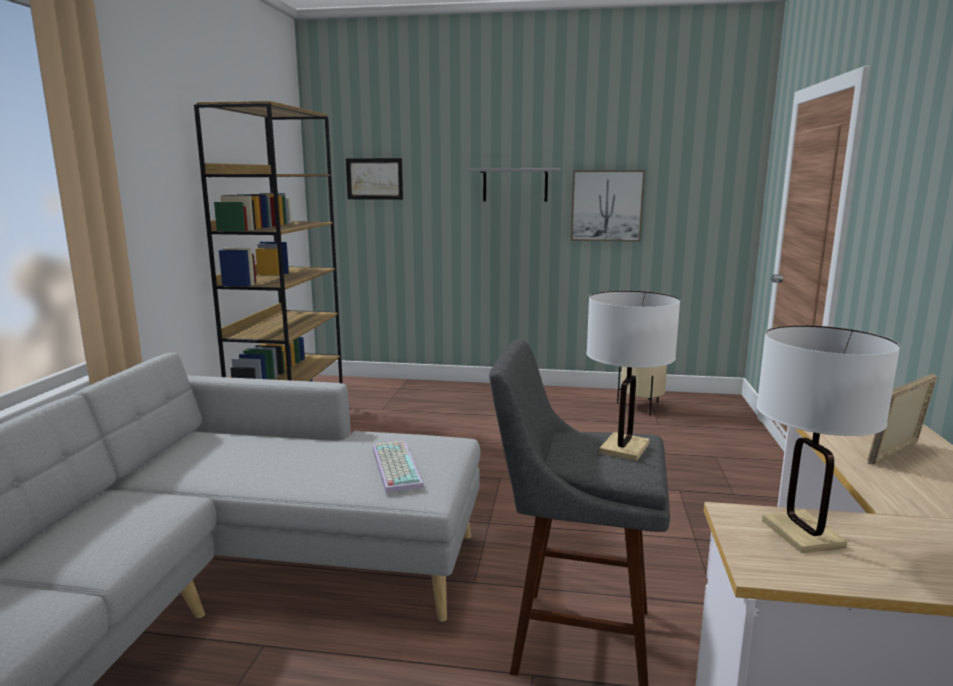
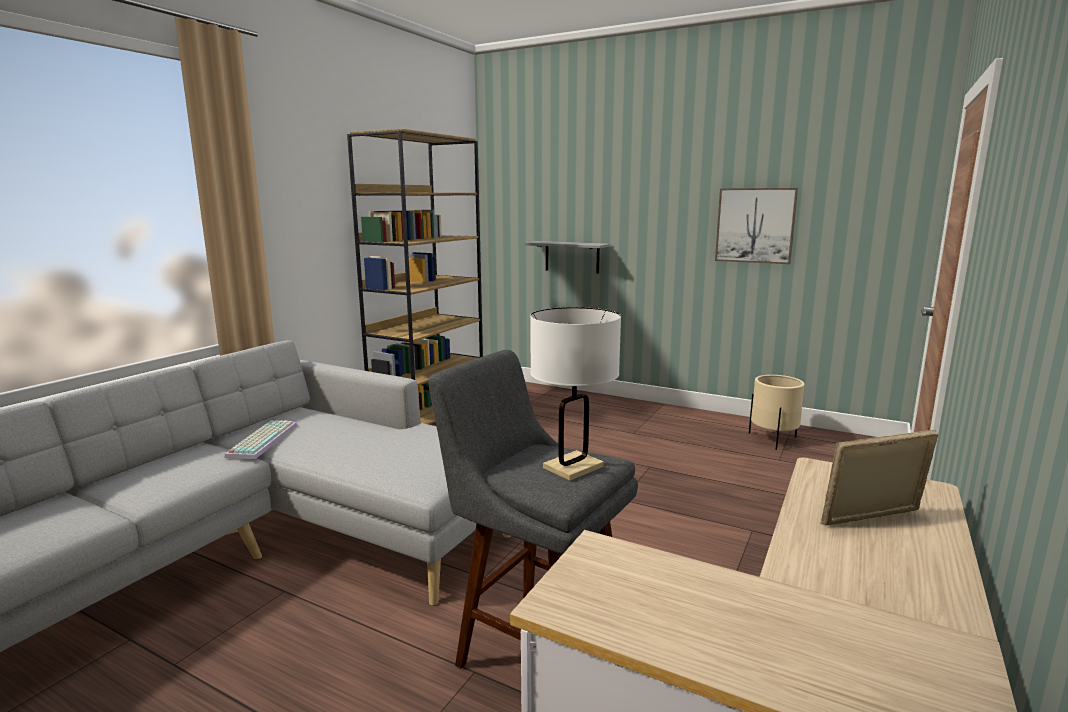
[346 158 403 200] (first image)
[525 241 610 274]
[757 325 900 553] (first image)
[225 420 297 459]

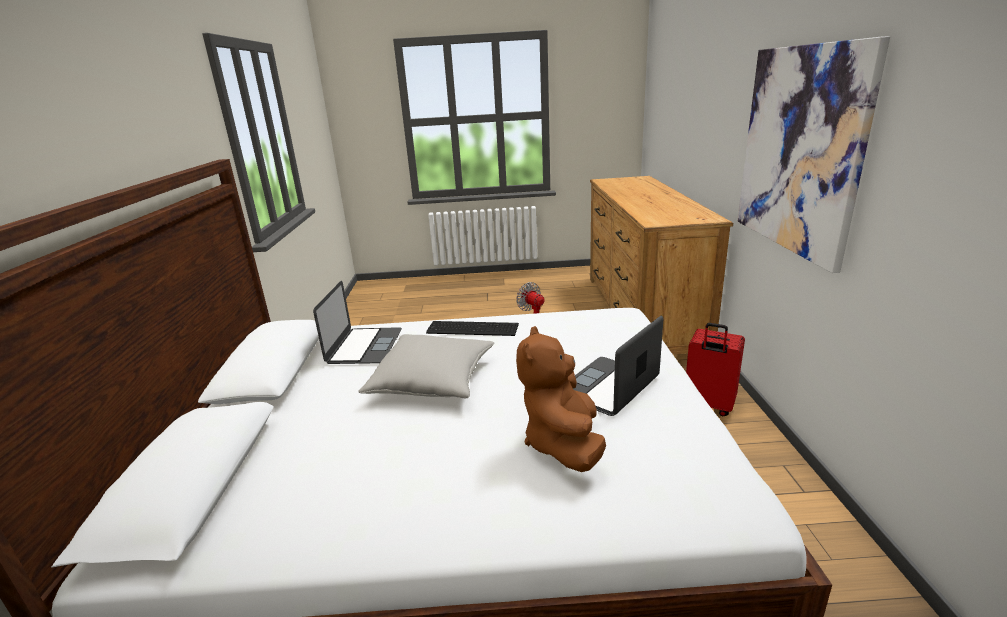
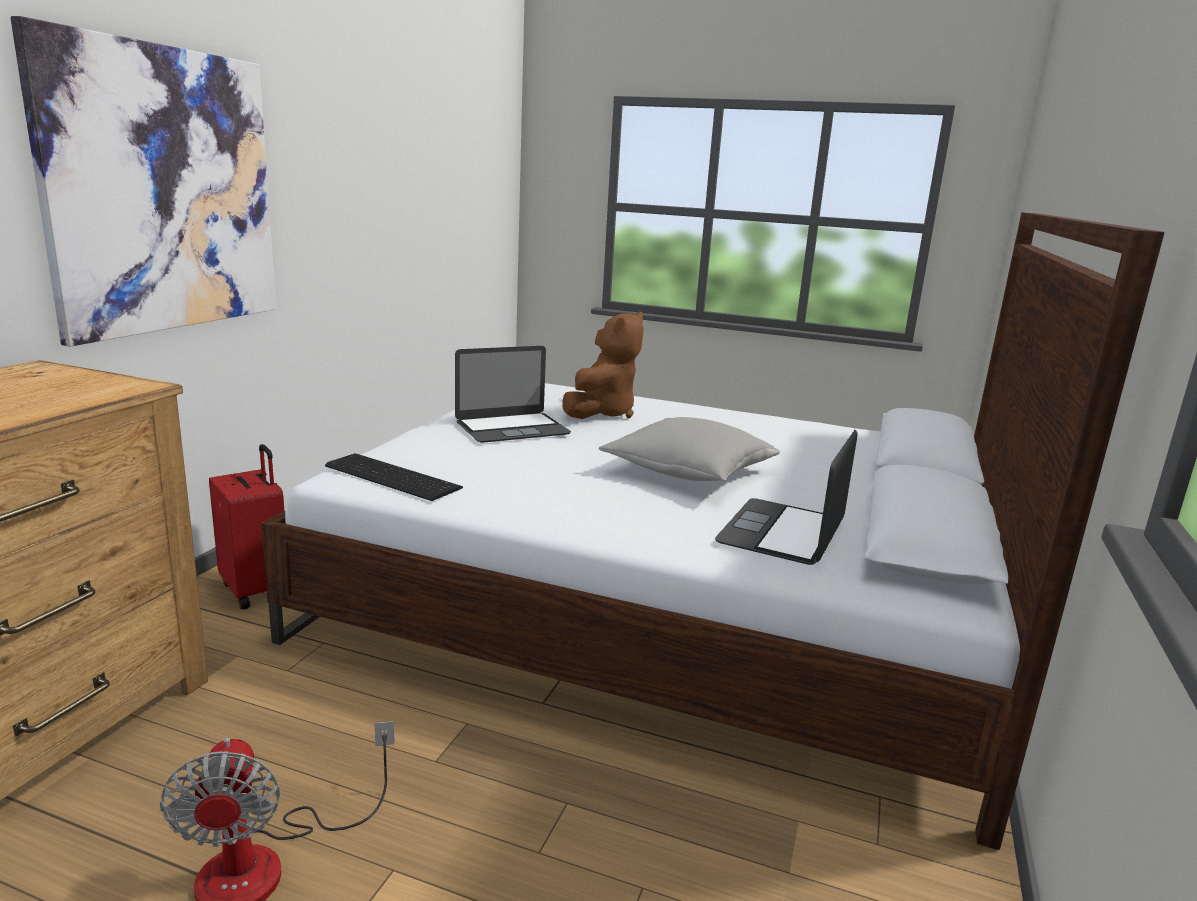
[325 453 463 501]

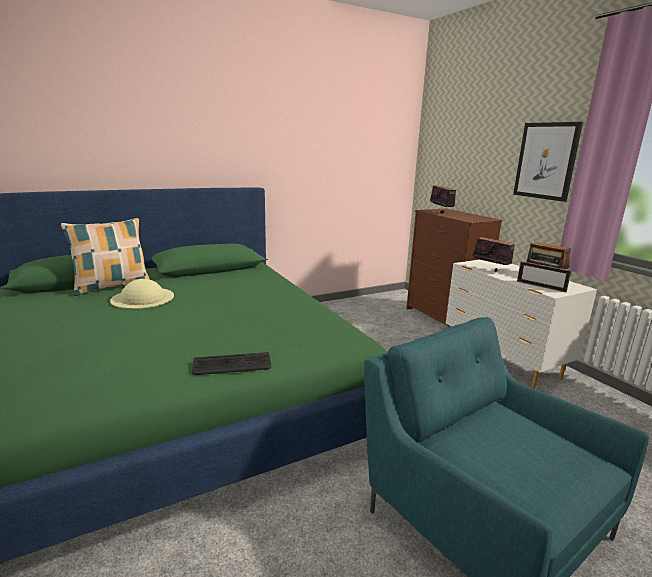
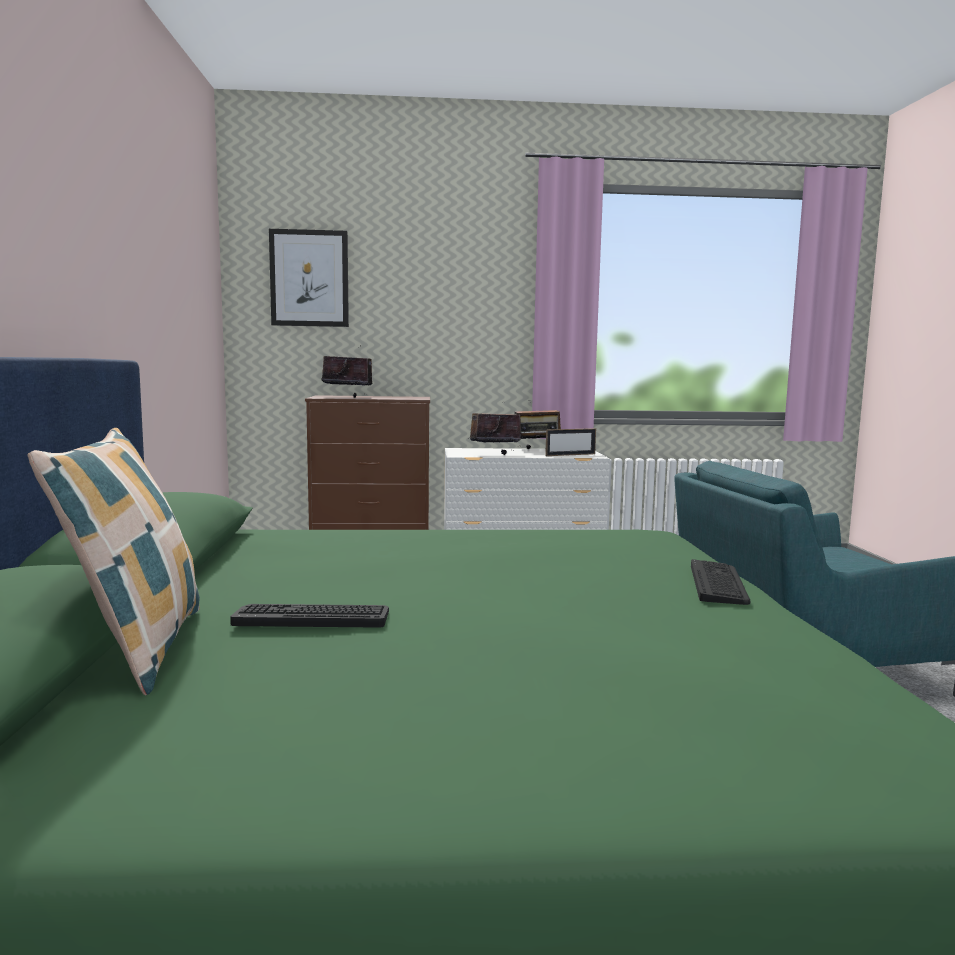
[269 229 349 327]
[230 604 389 628]

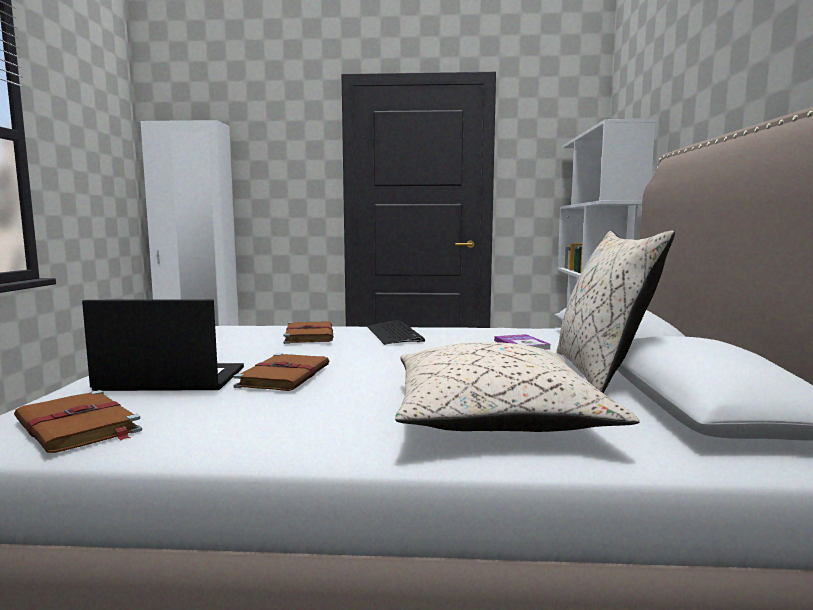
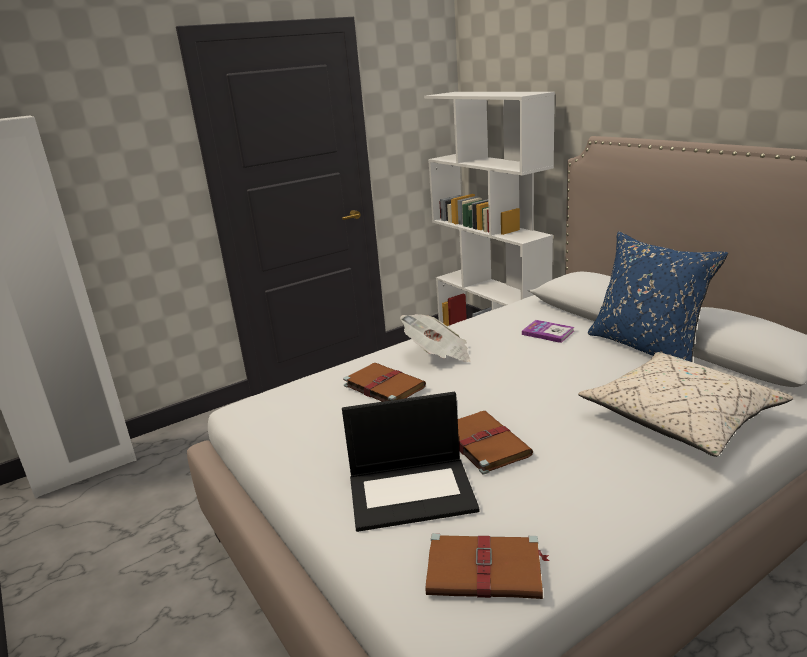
[588 231 728 362]
[342 392 479 532]
[400 314 470 362]

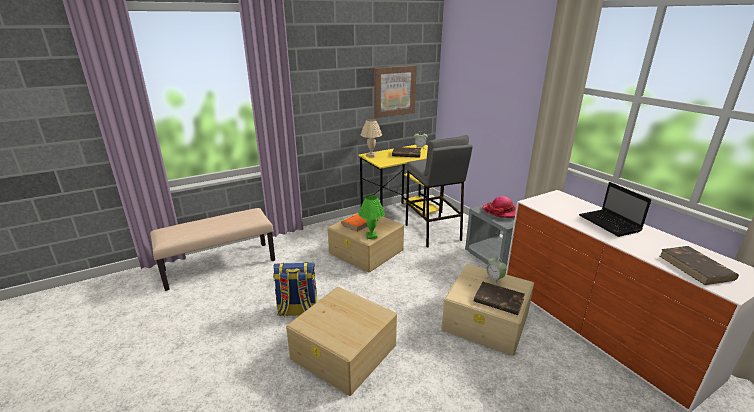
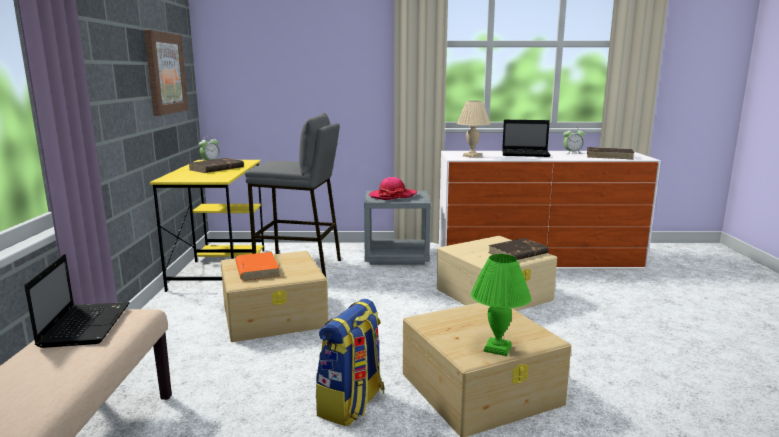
[457 101 490 158]
[471 254 531 356]
[563 127 585 154]
[24 254 130 348]

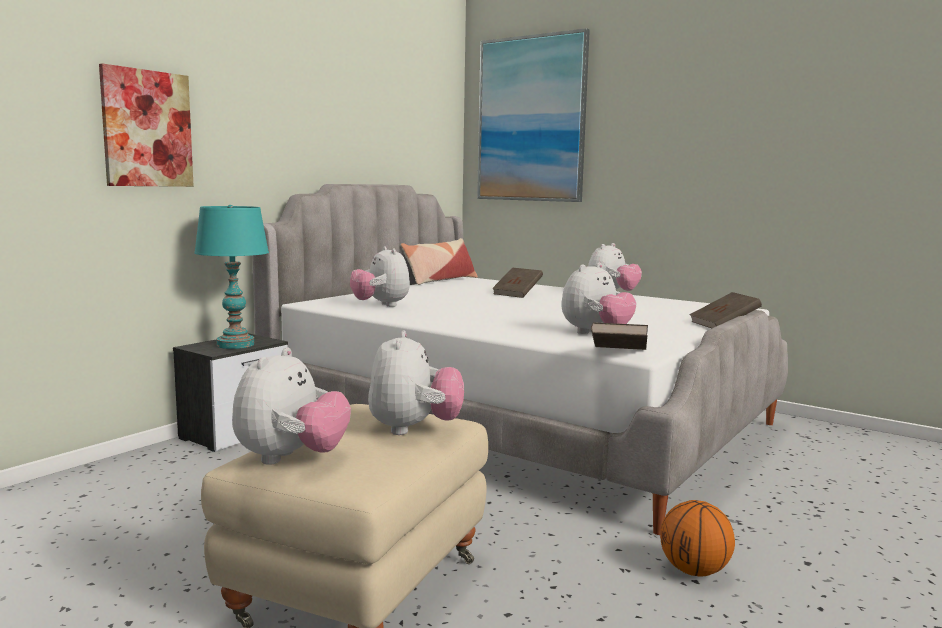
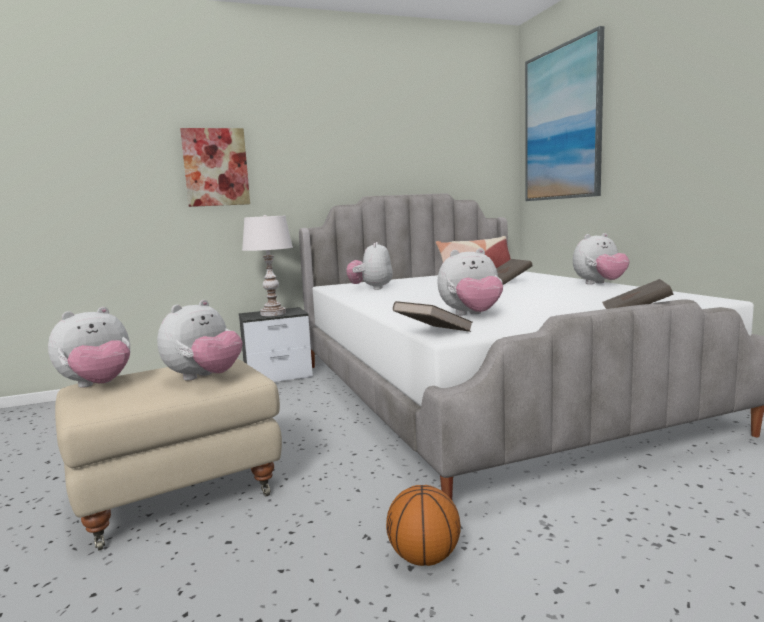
[242 215 293 316]

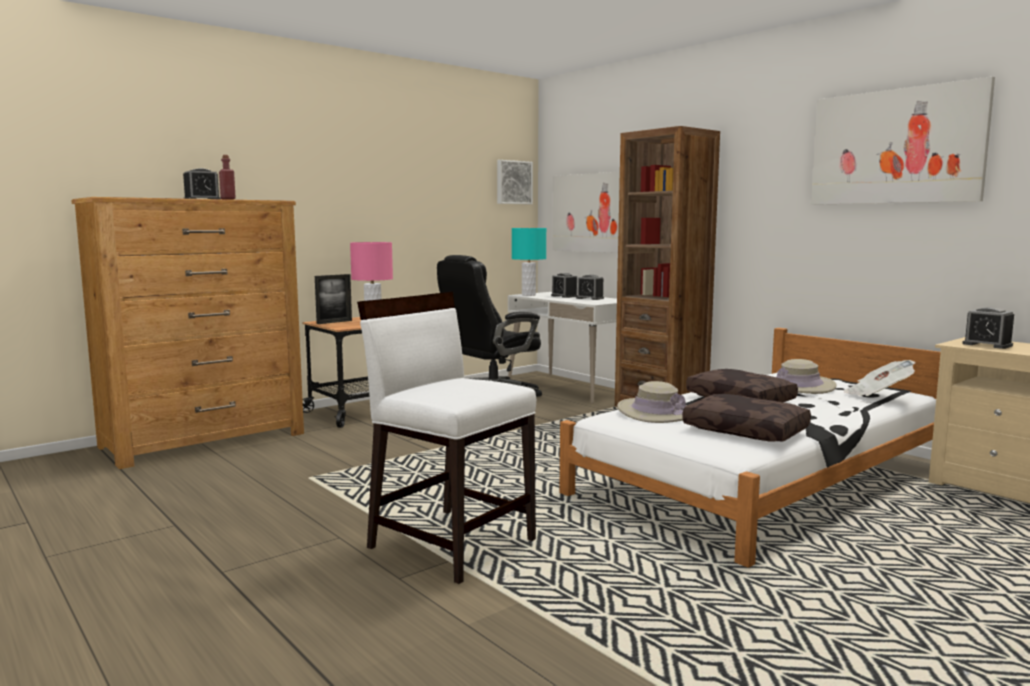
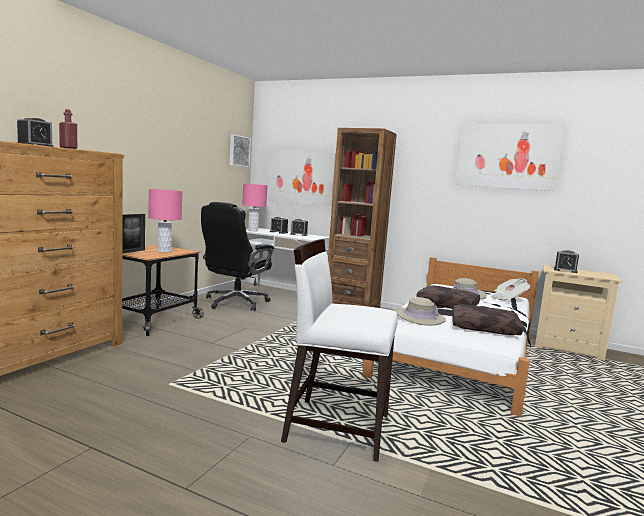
[242 184 268 232]

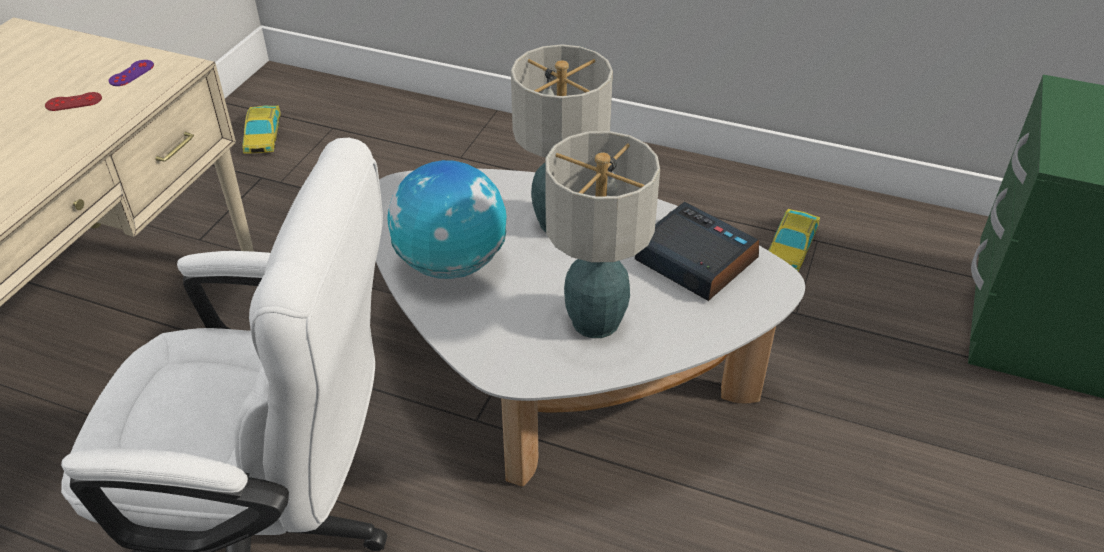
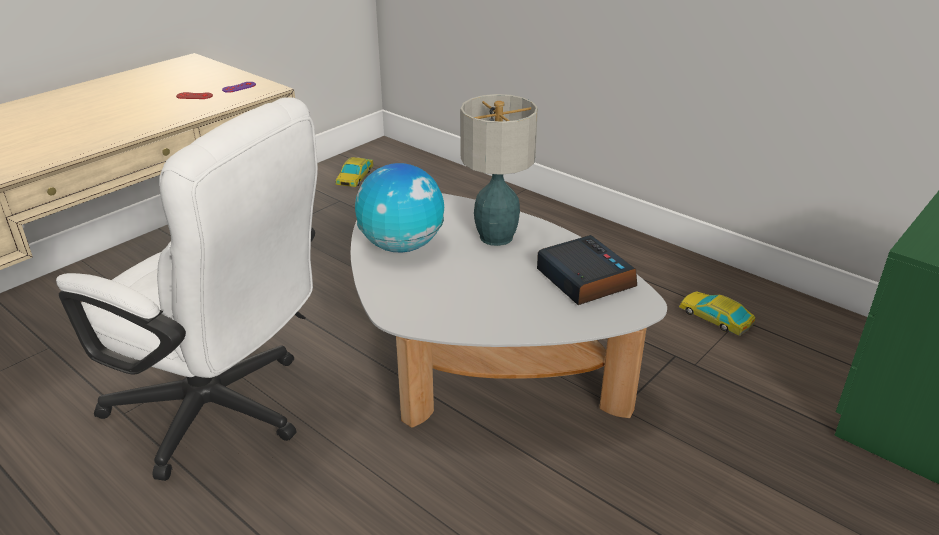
[545 131 660 338] (first image)
[679 291 755 336]

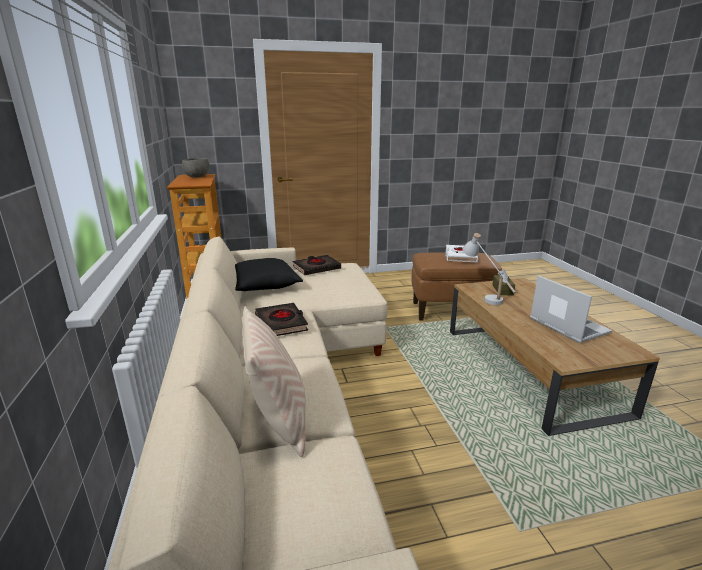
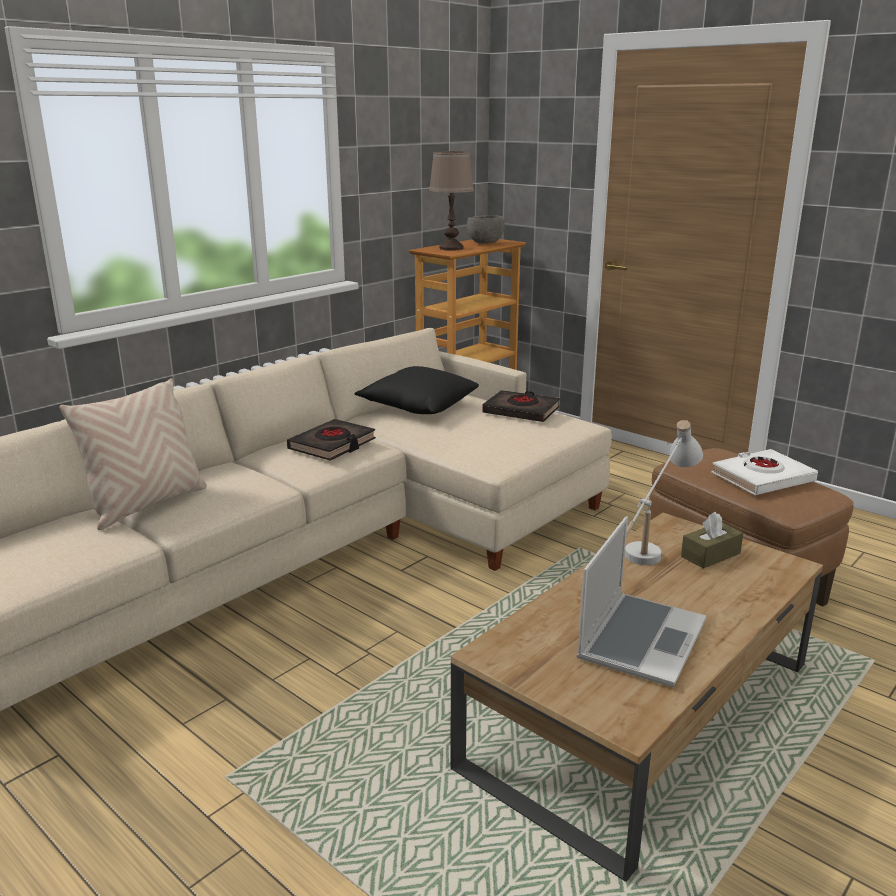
[429 151 474 251]

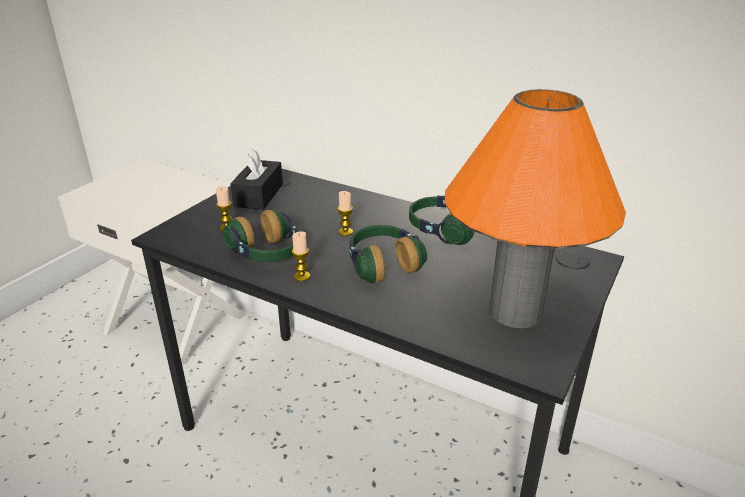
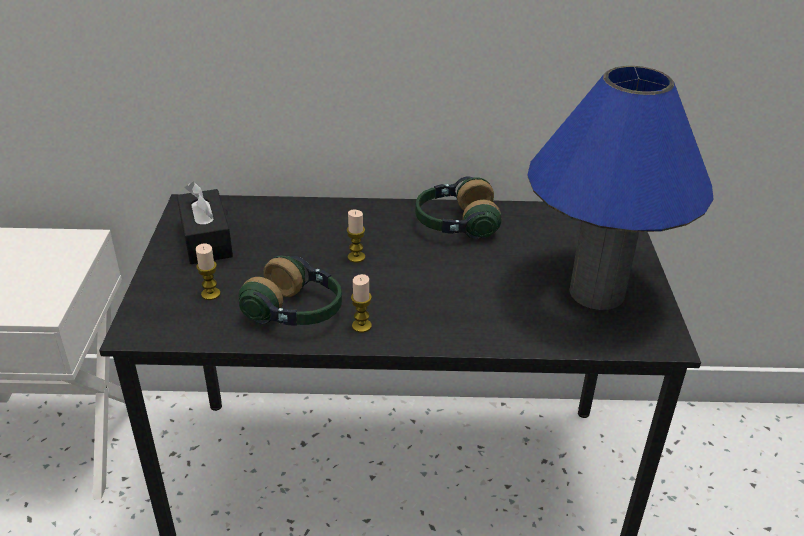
[527 66 714 310]
[349 225 427 283] (first image)

